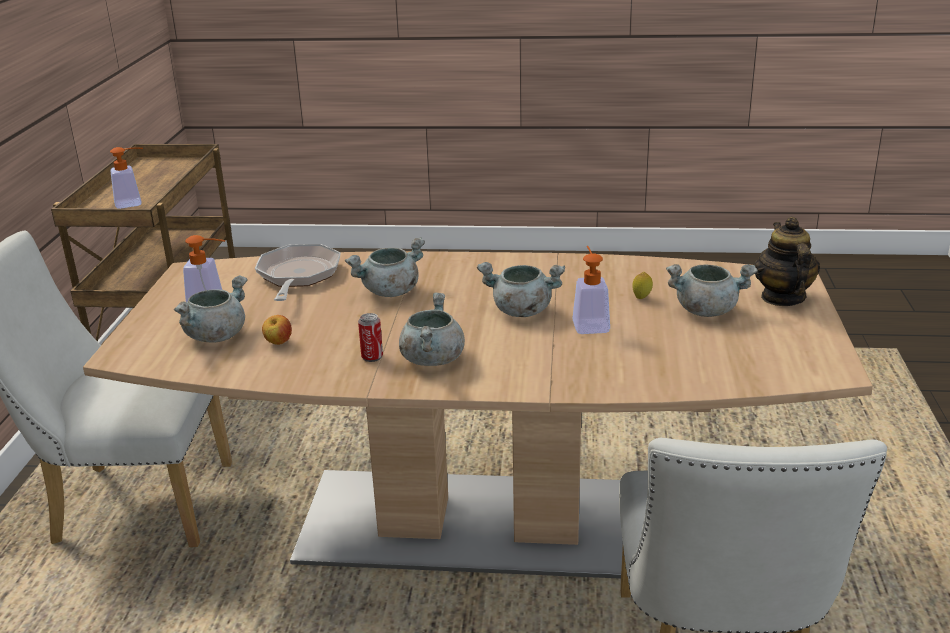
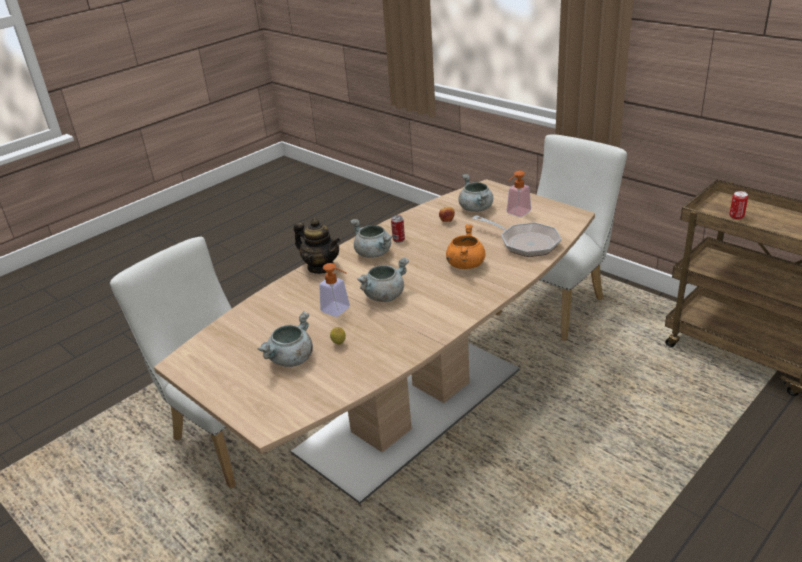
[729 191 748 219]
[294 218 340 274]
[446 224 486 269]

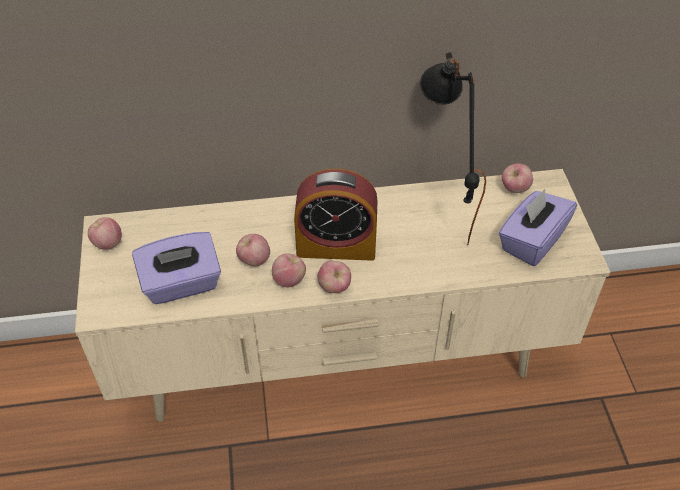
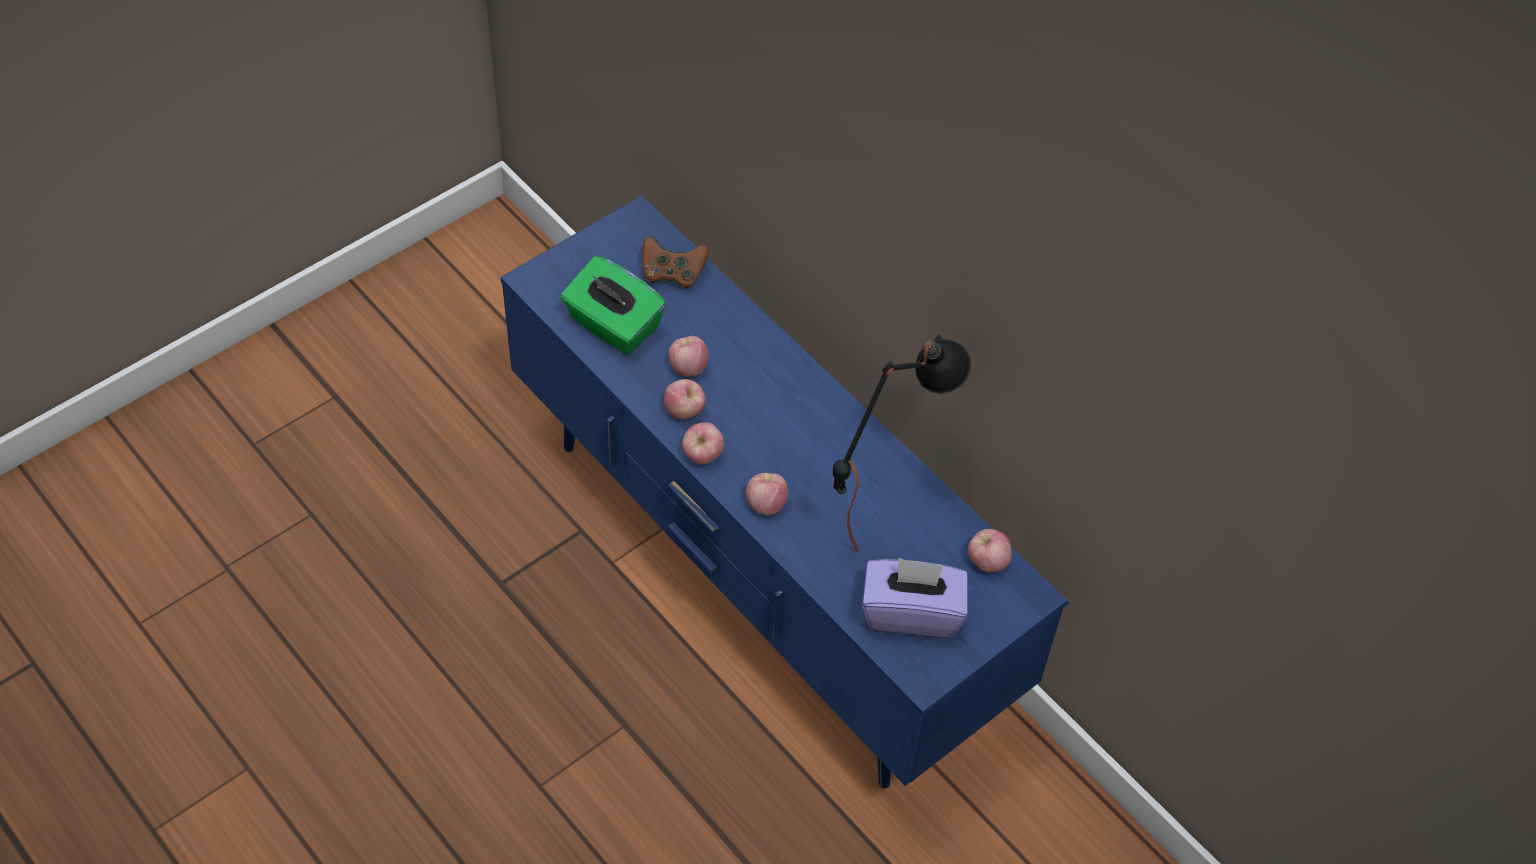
[294 168 378 261] (first image)
[501 195 1069 788]
[746 473 788 515]
[561 256 666 355]
[642 236 709 289]

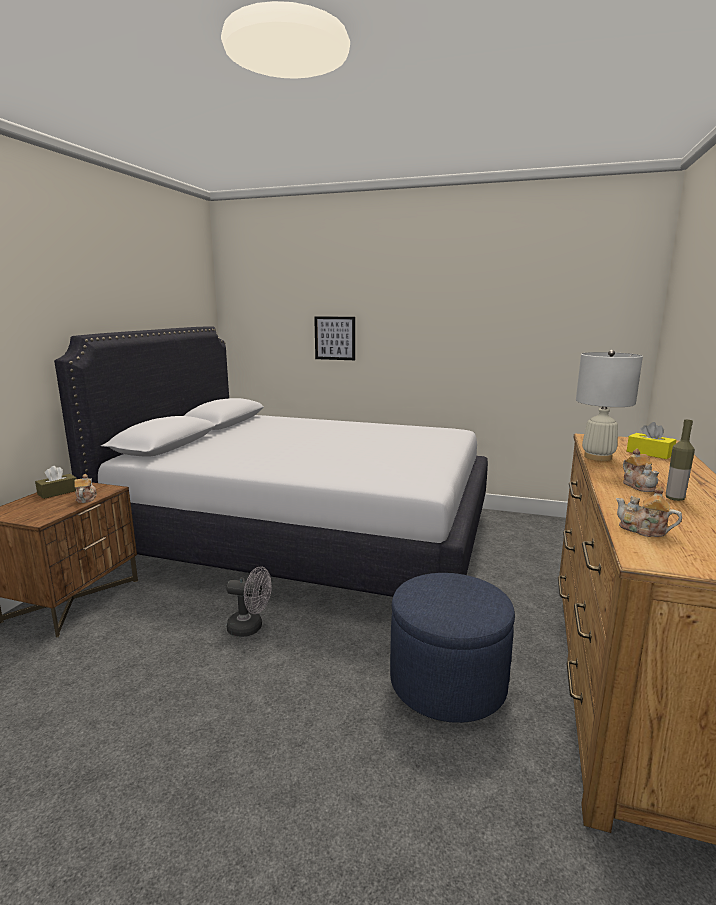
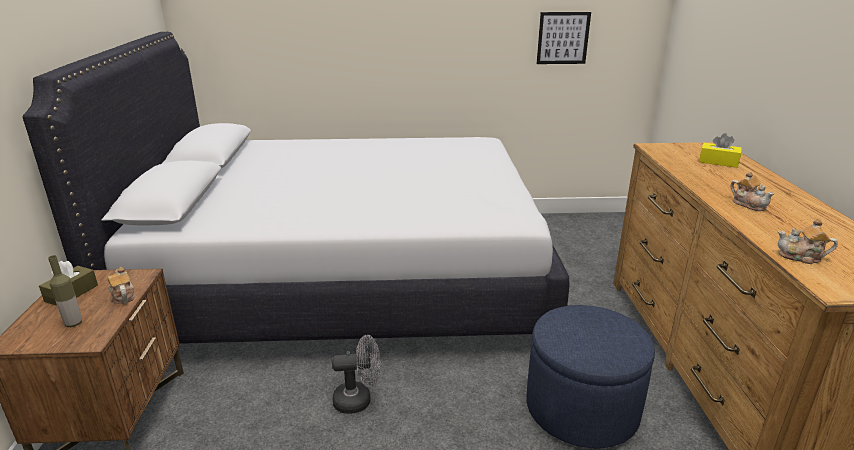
[537 12 591 64]
[576 350 643 461] (first image)
[48 255 82 327]

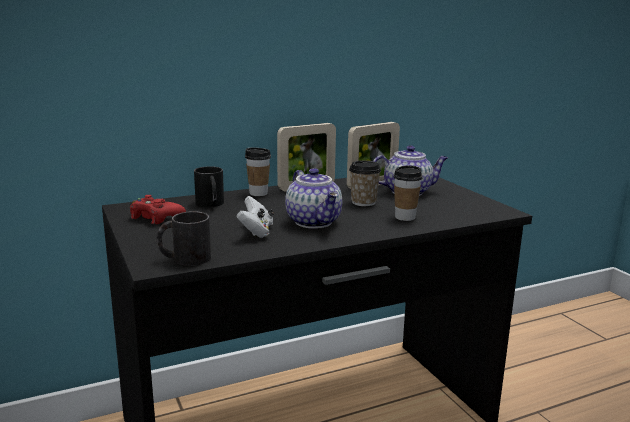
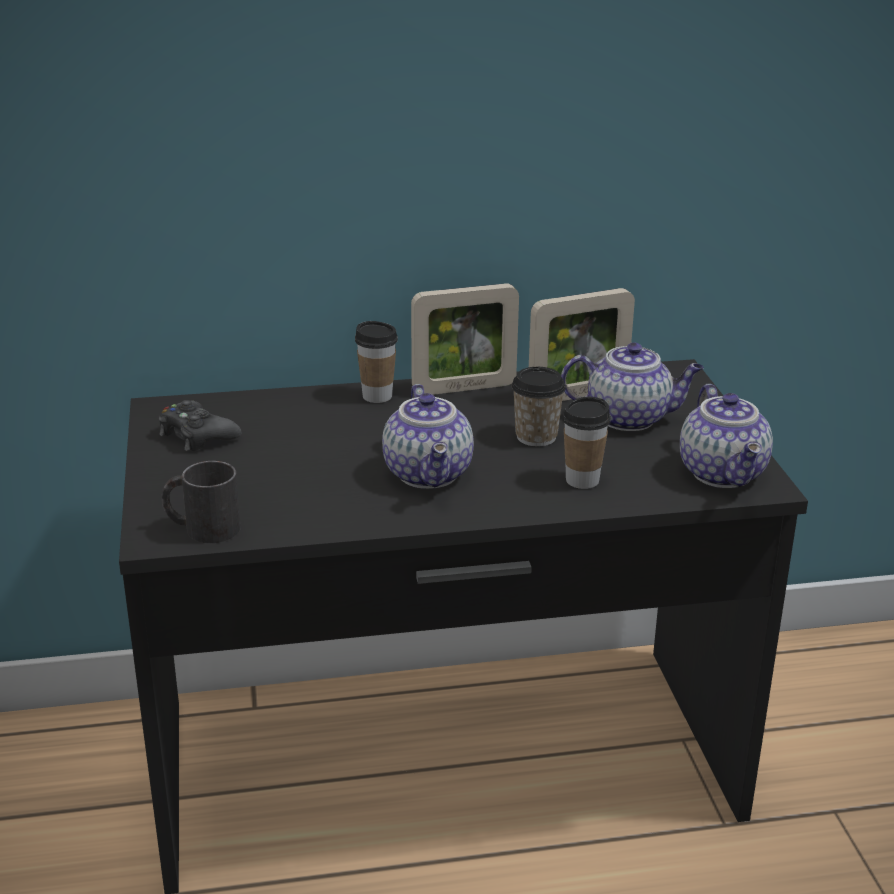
[194 166 224 207] (first image)
[159 400 242 451]
[236 196 274 238] (first image)
[680 384 773 488]

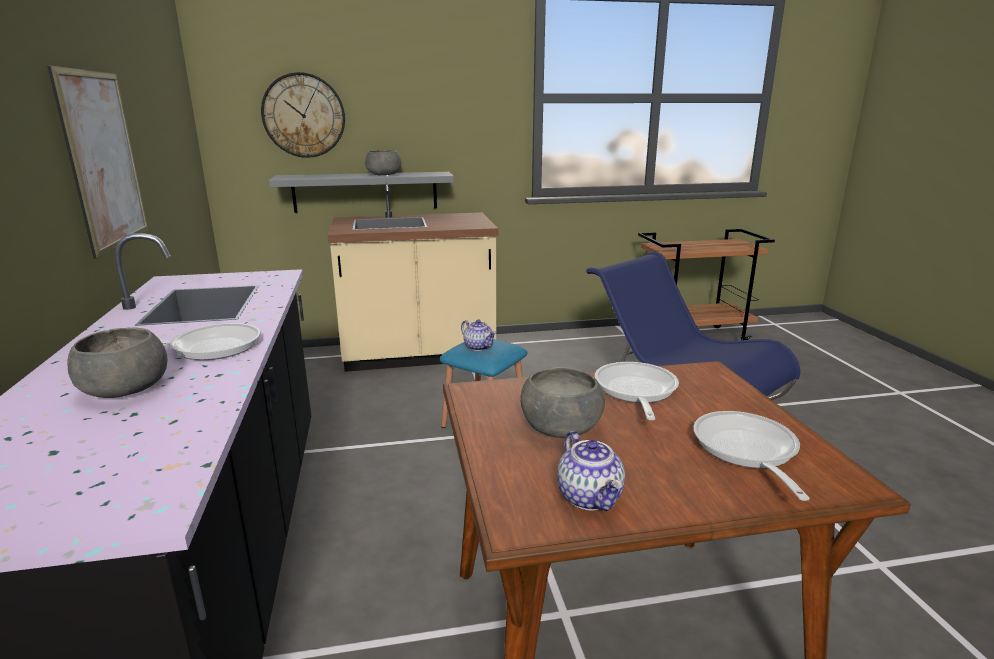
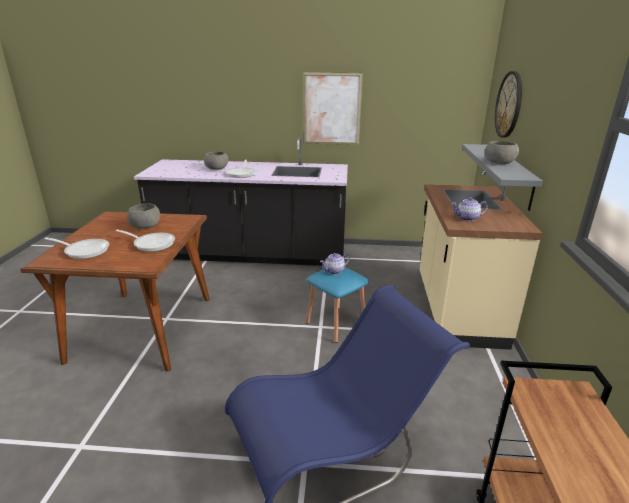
[452 197 488 221]

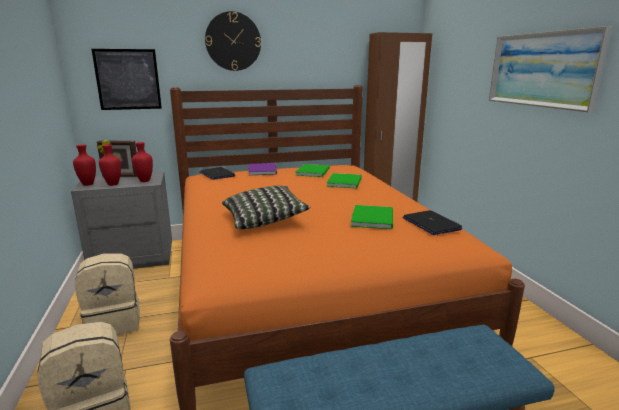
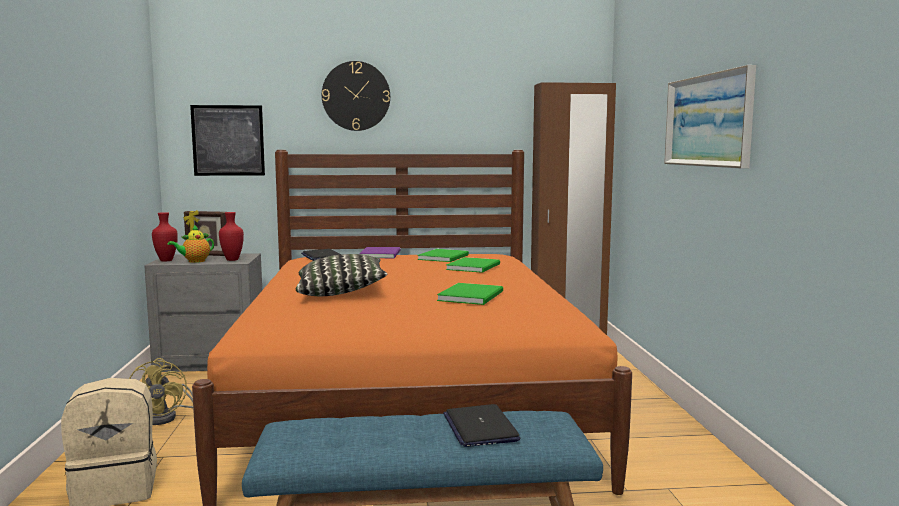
[168 225 214 263]
[443 404 521 447]
[129 358 193 425]

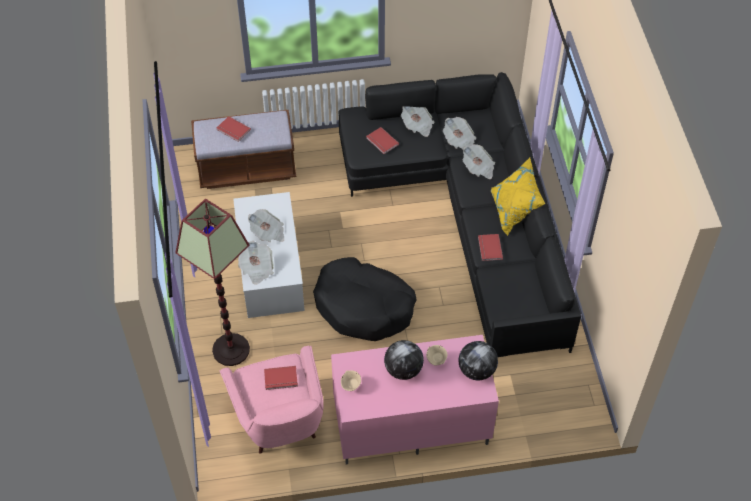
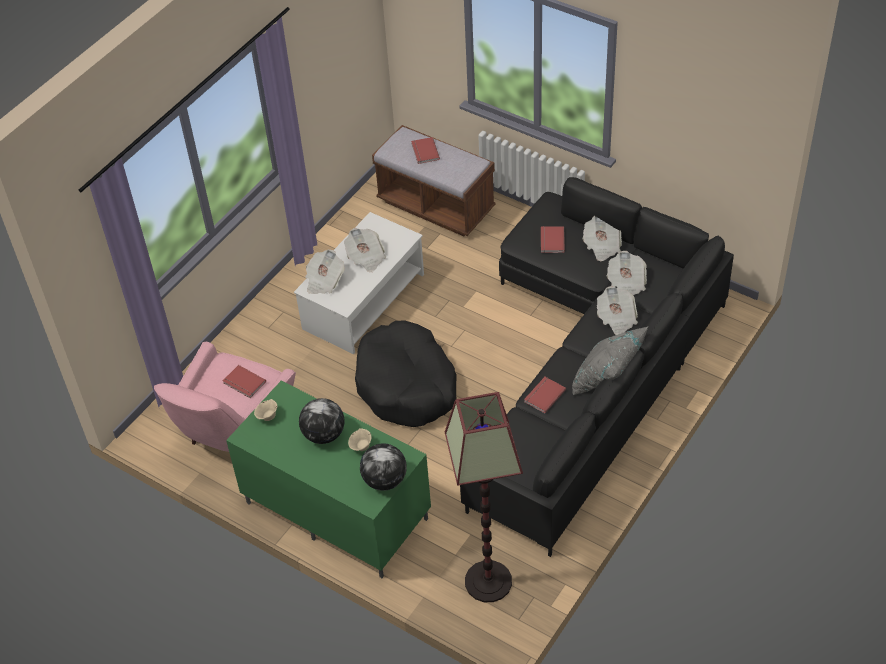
[572 326 649 395]
[445 392 523 602]
[226 381 431 578]

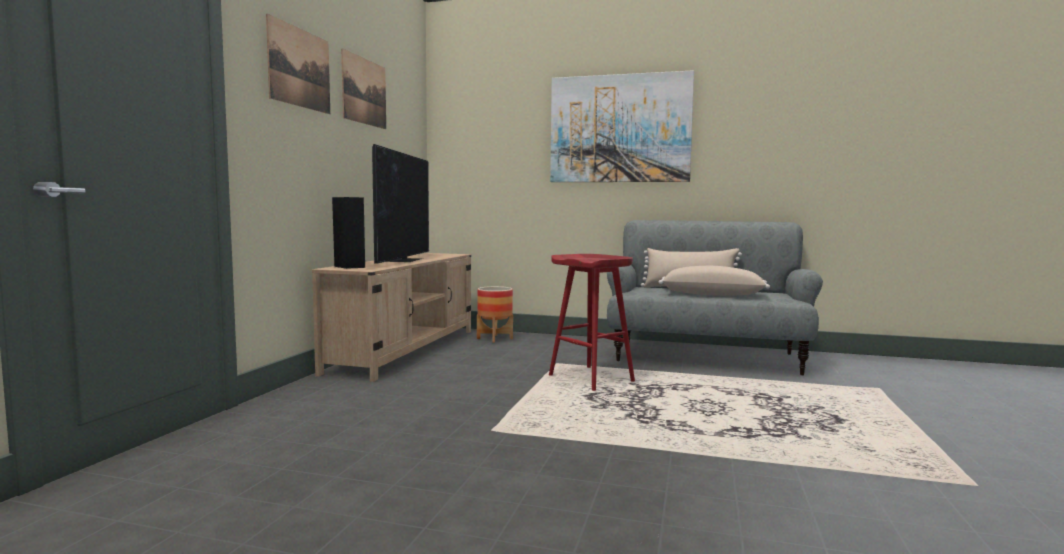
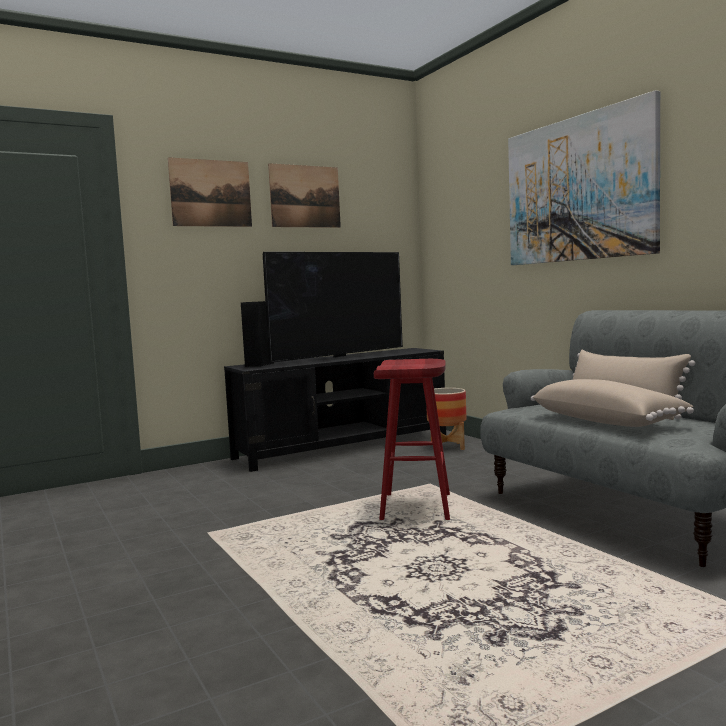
[224 348 446 472]

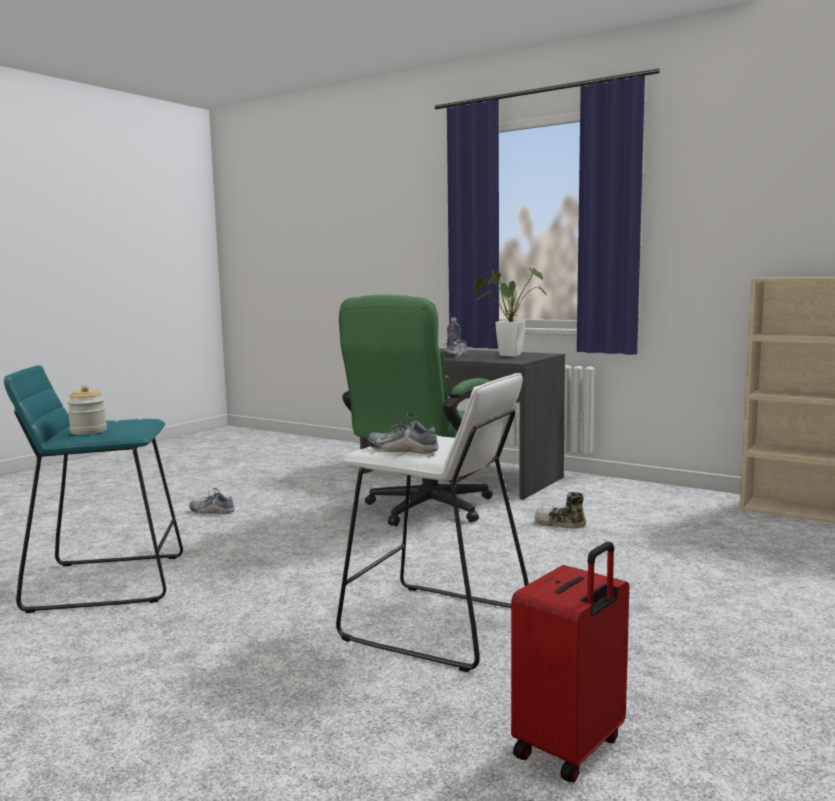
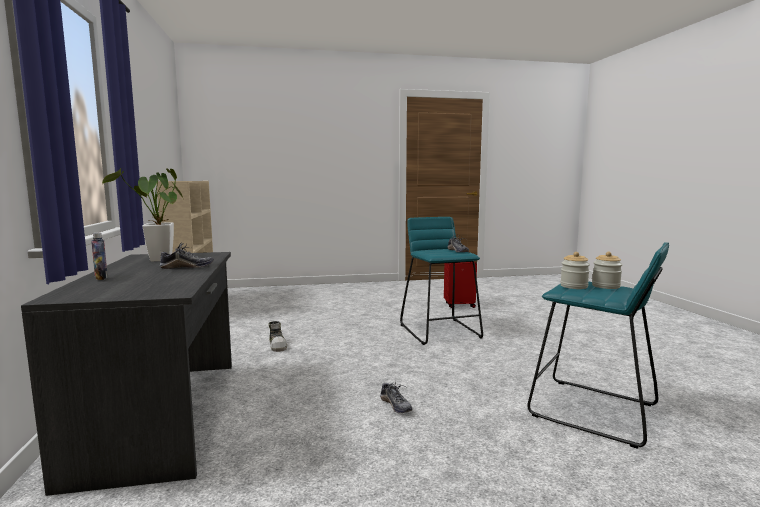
[339 295 493 526] (first image)
[400 217 483 345]
[380 382 412 413]
[560 252 590 289]

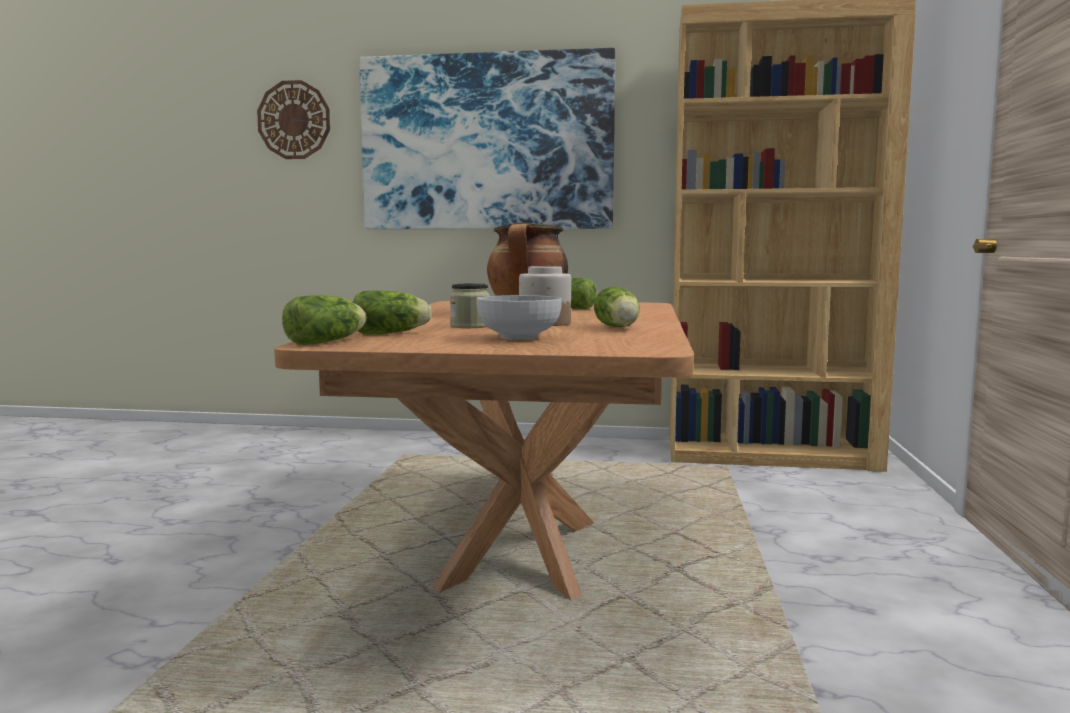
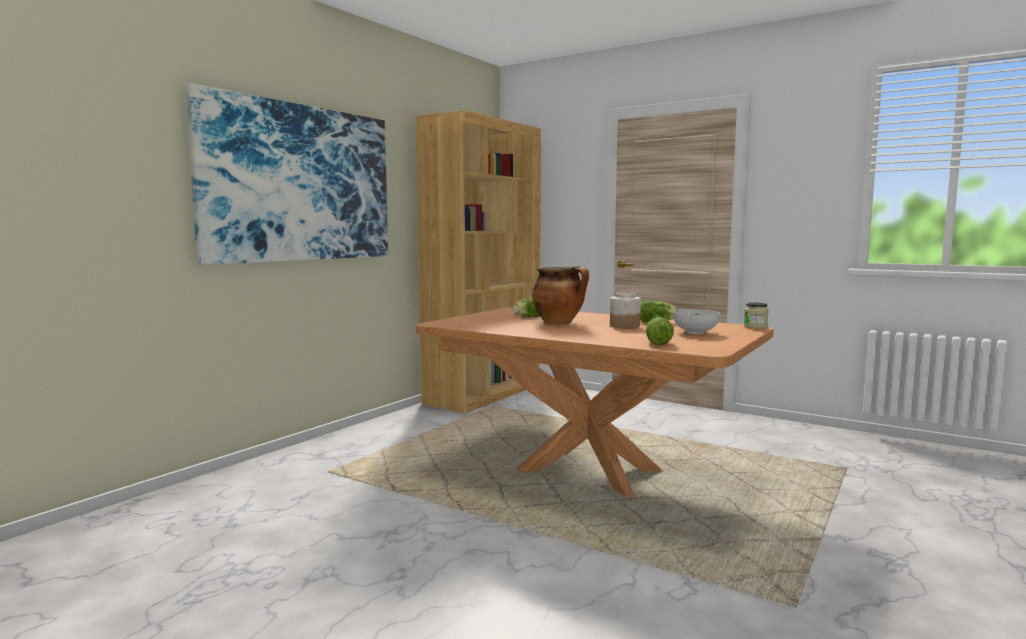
[257 80 330 159] (first image)
[744 302 769 329]
[282 295 366 345] (first image)

